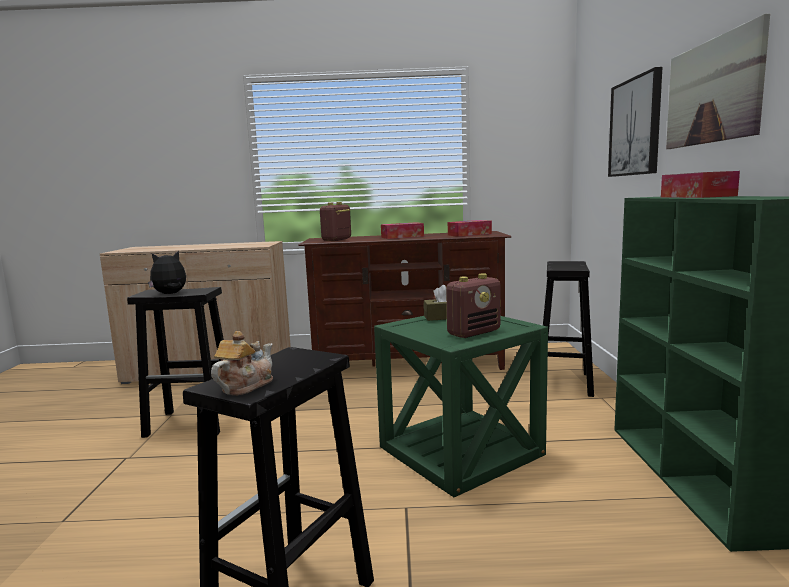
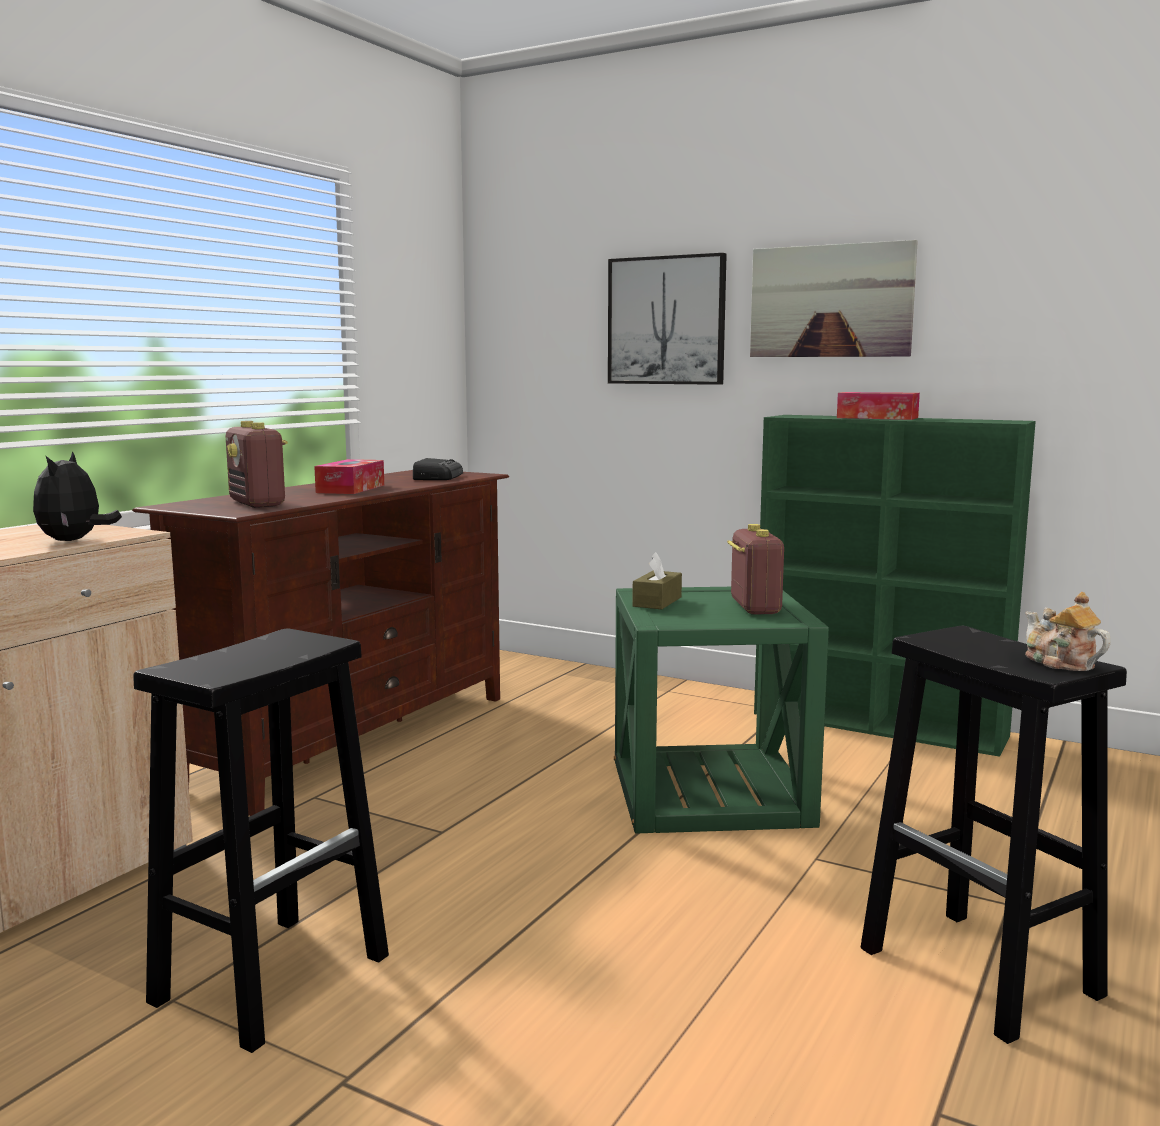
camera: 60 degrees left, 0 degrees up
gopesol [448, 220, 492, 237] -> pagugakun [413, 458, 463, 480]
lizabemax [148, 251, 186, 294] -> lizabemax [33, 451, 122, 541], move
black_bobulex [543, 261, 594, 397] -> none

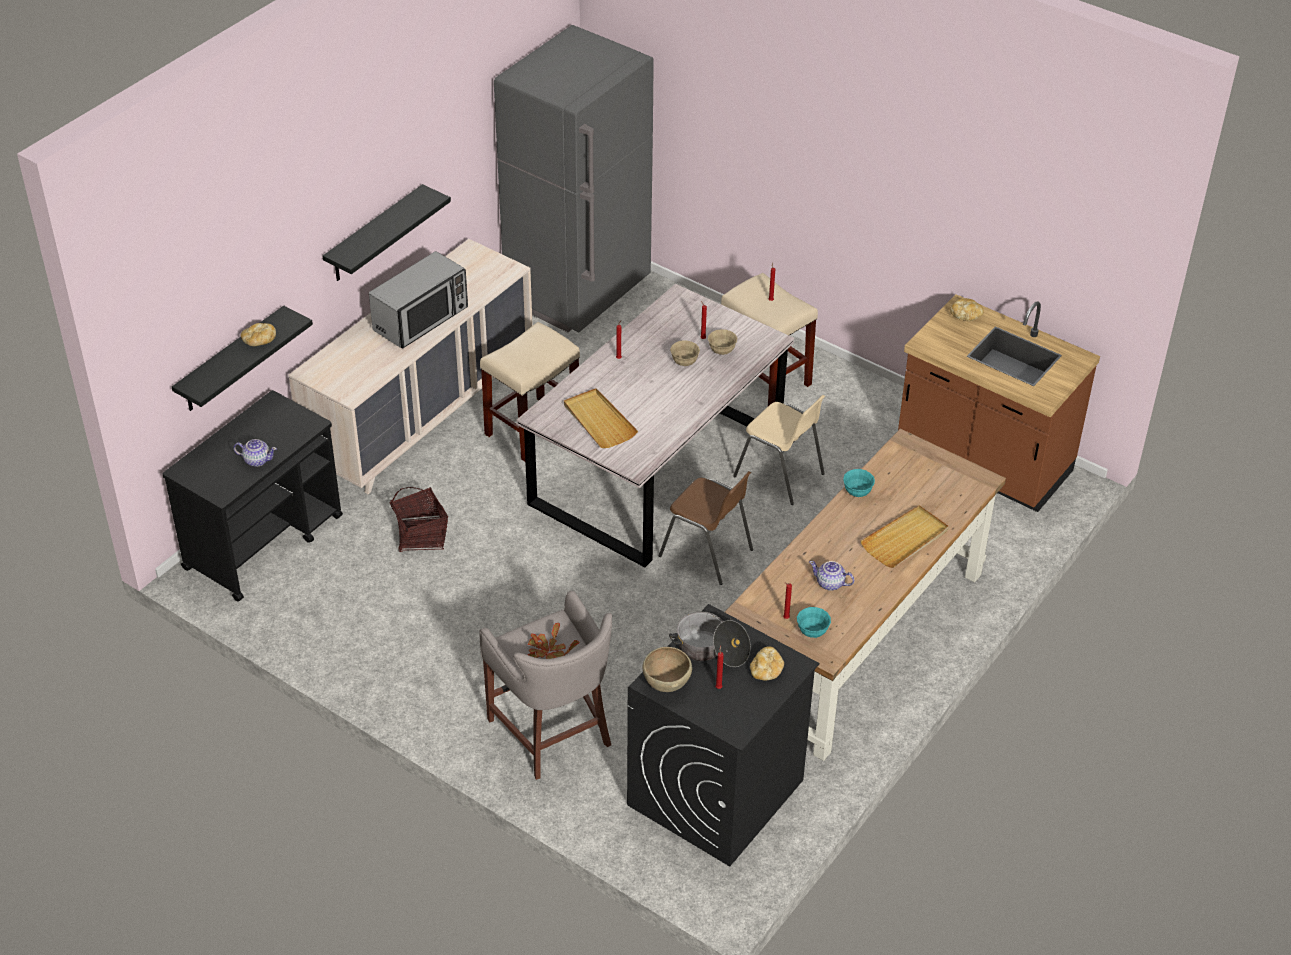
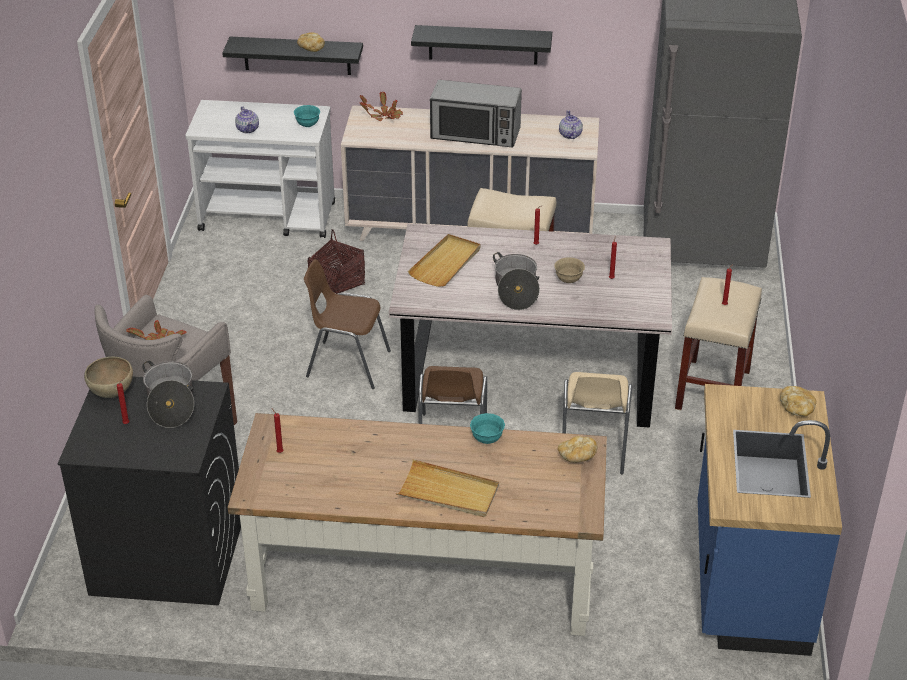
camera: 60 degrees right, 5 degrees down
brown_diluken [898, 294, 1100, 512] -> blue_diluken [698, 384, 842, 656]
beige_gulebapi [708, 329, 737, 355] -> none
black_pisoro [162, 390, 343, 602] -> white_pisoro [185, 100, 335, 238]
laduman [809, 561, 854, 591] -> laduman [559, 110, 583, 139], move
turquoise_gulebapi [797, 607, 831, 638] -> turquoise_gulebapi [294, 105, 320, 127], move
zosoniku [750, 646, 784, 681] -> zosoniku [558, 436, 598, 463], move
none -> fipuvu [359, 91, 403, 121]
none -> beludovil [493, 252, 540, 310]
none -> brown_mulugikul [304, 259, 391, 389]

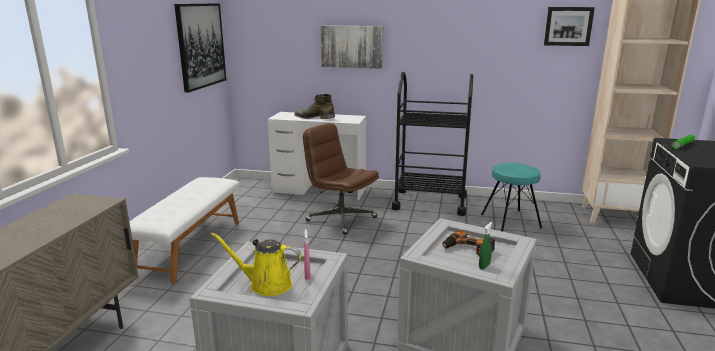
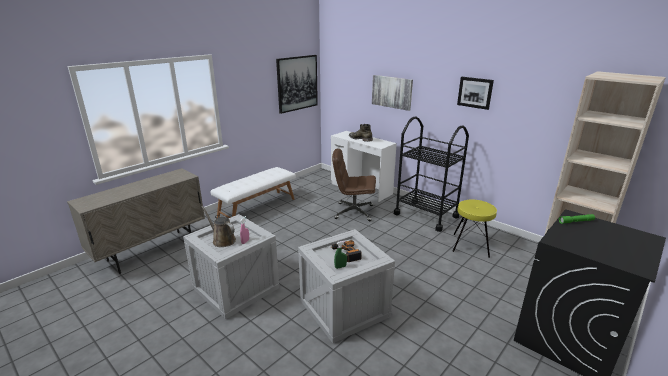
camera: 30 degrees right, 5 degrees up
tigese [544, 7, 595, 46] -> tigese [457, 77, 494, 110], move
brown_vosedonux [303, 123, 379, 234] -> brown_vosedonux [332, 149, 376, 221], 60 degrees counterclockwise
turquoise_bobulex [481, 163, 542, 232] -> yellow_bobulex [452, 200, 497, 258]
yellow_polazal [211, 232, 301, 296] -> brown_polazal [201, 206, 236, 247]

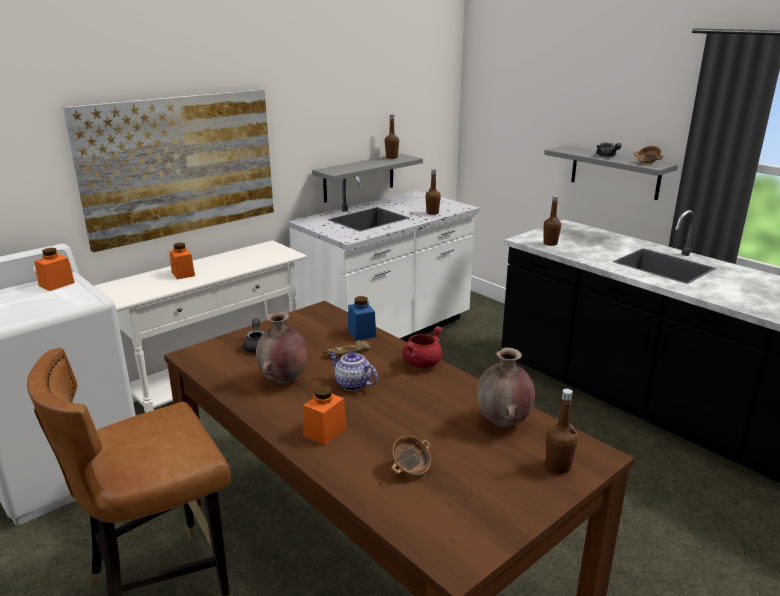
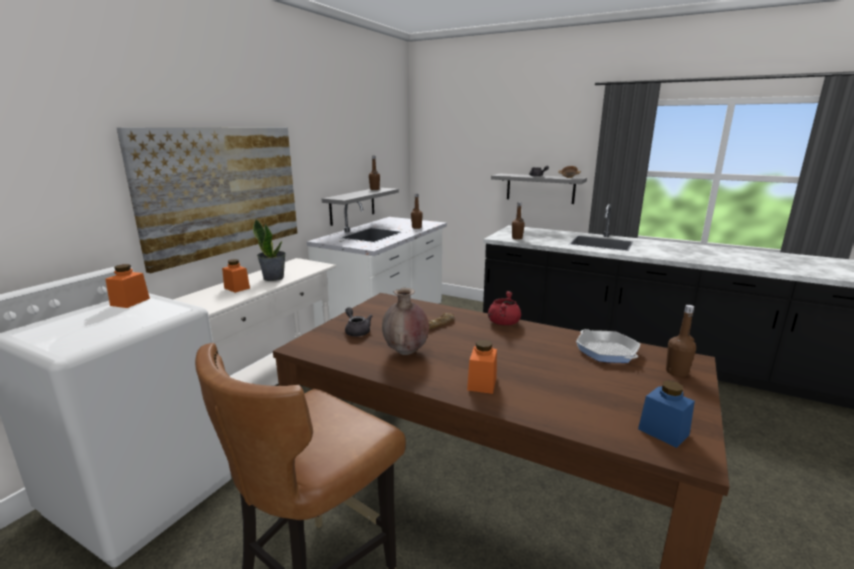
camera: 20 degrees left, 5 degrees down
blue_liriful [348, 296, 376, 341] -> blue_liriful [638, 380, 695, 448], move
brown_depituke [477, 348, 535, 427] -> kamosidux [576, 329, 640, 363]
laduman [329, 352, 378, 391] -> none
gulebapi [391, 436, 431, 475] -> none
none -> fipuvu [253, 219, 286, 281]

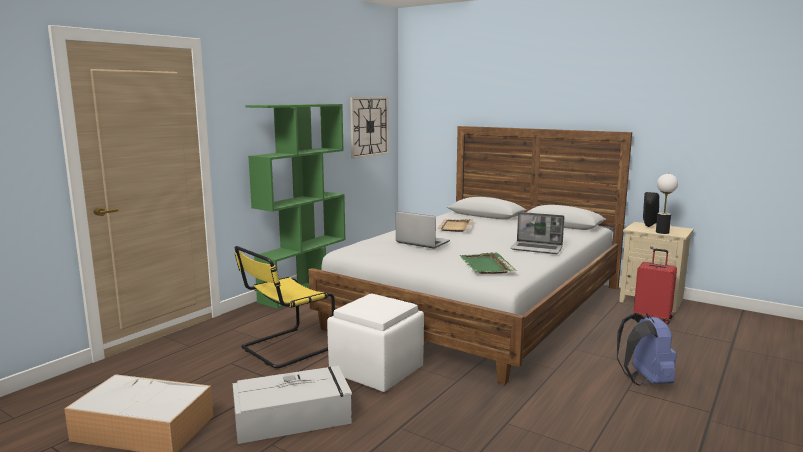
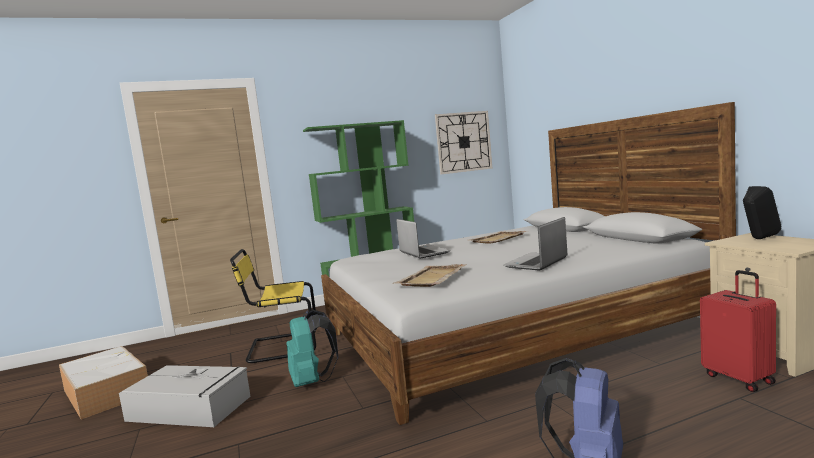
camera: 35 degrees right, 5 degrees down
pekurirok [656, 174, 678, 234] -> none
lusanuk [511, 212, 564, 254] -> lusanuk [503, 217, 568, 270], 75 degrees clockwise
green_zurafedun [459, 252, 517, 274] -> beige_zurafedun [393, 264, 467, 287]
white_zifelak [327, 294, 424, 392] -> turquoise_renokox [286, 310, 338, 387]

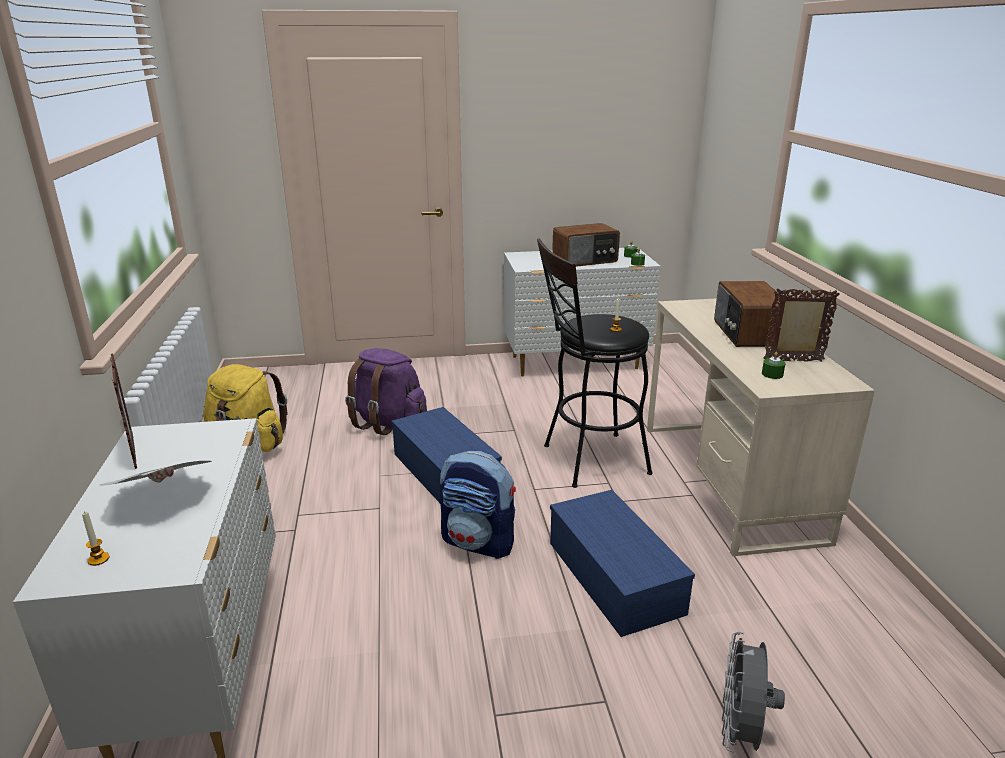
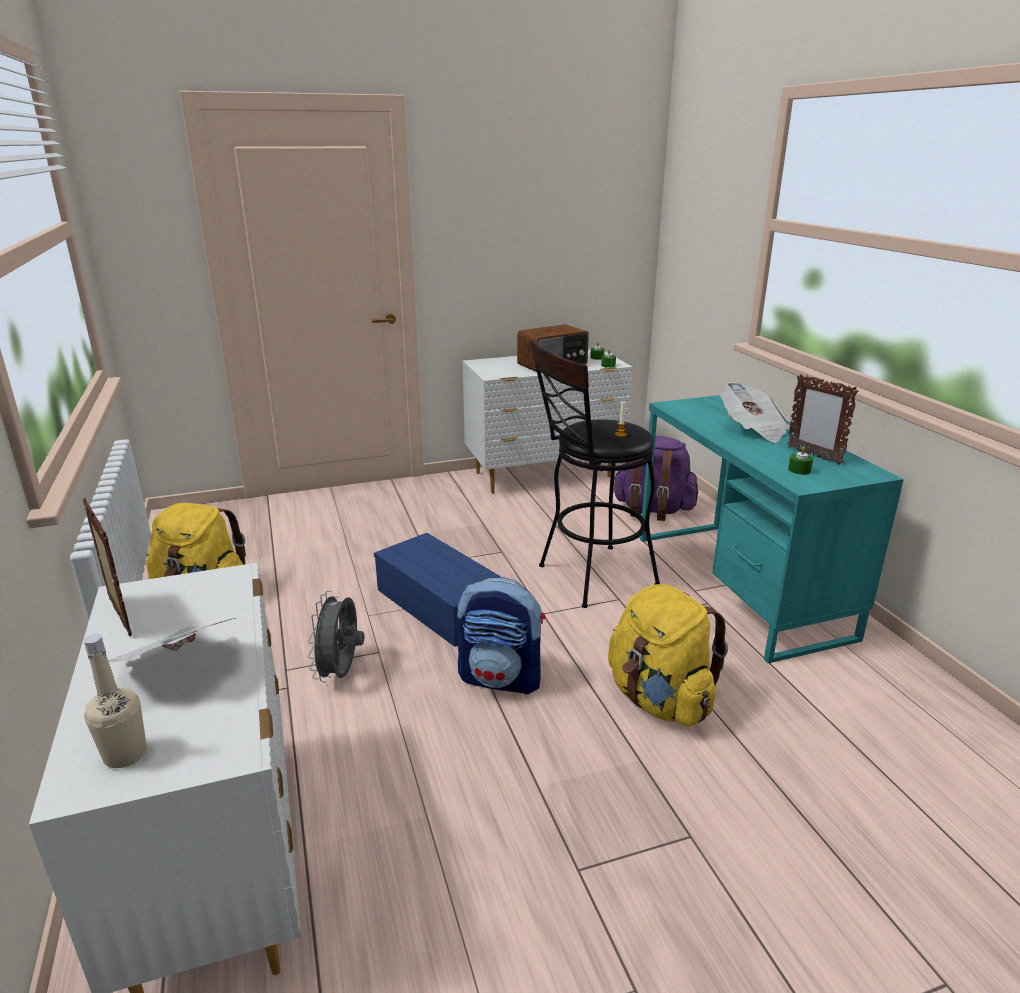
camera: 10 degrees left, 0 degrees up
pagugakun [714, 281, 780, 347] -> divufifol [720, 382, 790, 443]
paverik [763, 289, 839, 362] -> paverik [787, 374, 858, 465], 120 degrees counterclockwise
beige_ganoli [647, 298, 875, 556] -> turquoise_ganoli [640, 395, 904, 663]
purple_renokox [345, 348, 427, 435] -> purple_renokox [614, 435, 698, 521], move
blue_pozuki [550, 490, 695, 637] -> yellow_renokox [608, 584, 728, 727]
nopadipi [82, 511, 110, 566] -> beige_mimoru [84, 634, 147, 768]
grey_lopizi [722, 632, 785, 752] -> grey_lopizi [308, 591, 365, 683], move

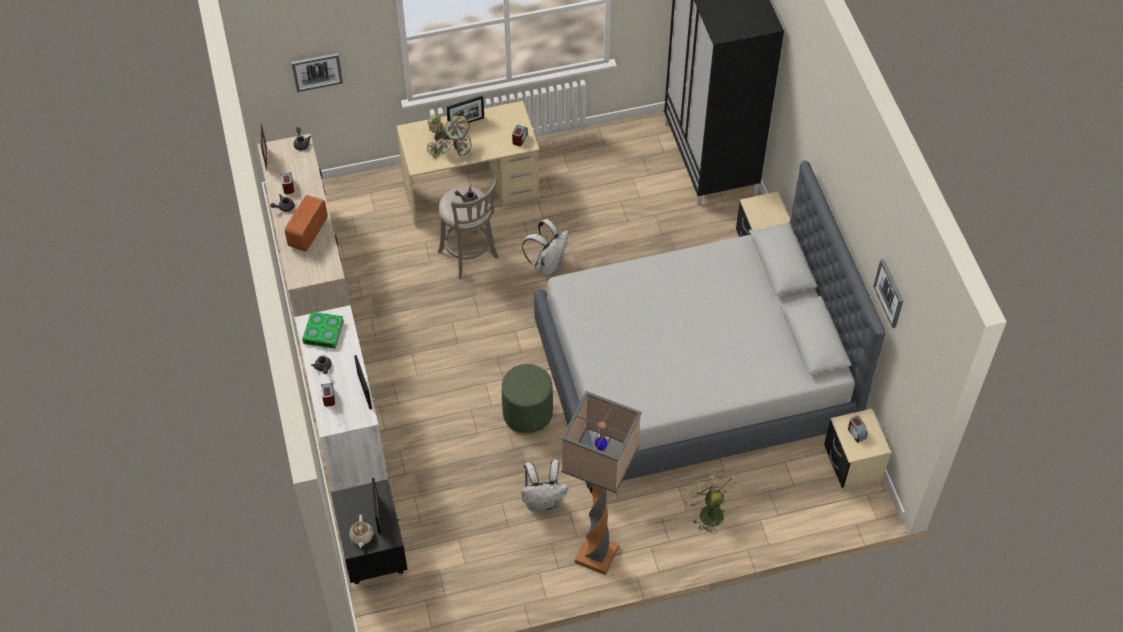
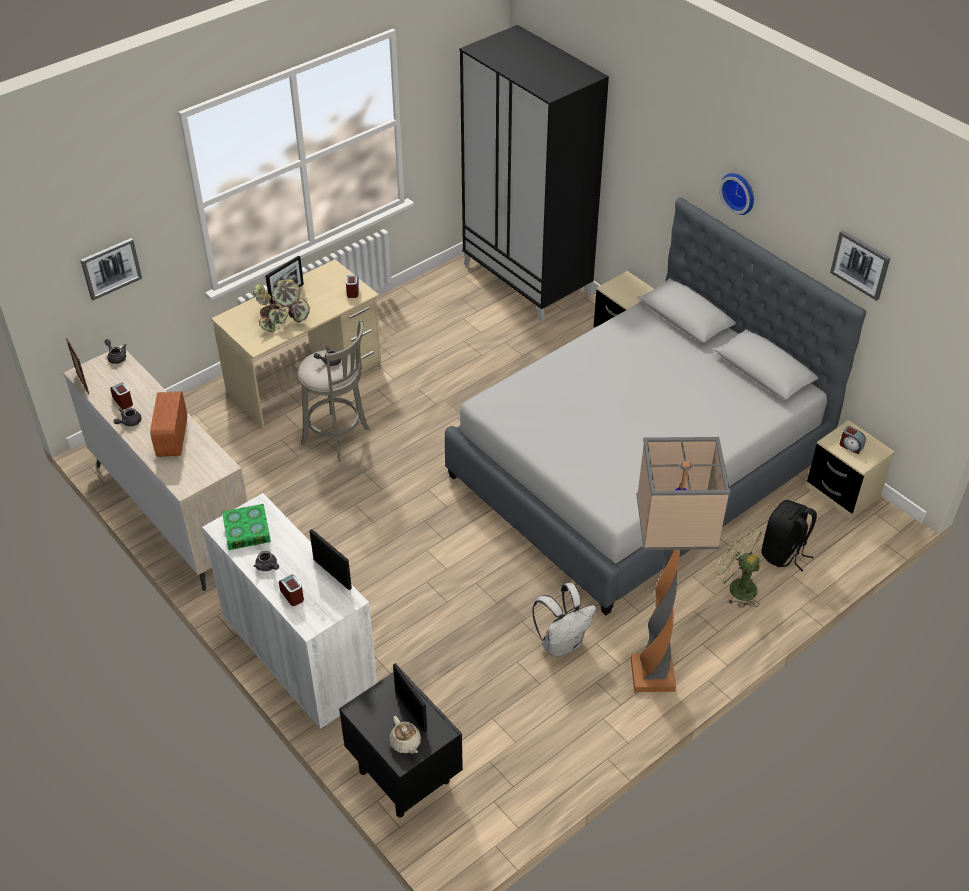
camera: 25 degrees left, 10 degrees down
white_renokox [522, 219, 569, 276] -> none
green_zifelak [502, 364, 553, 435] -> none
none -> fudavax [719, 173, 754, 215]
none -> black_renokox [761, 500, 817, 571]

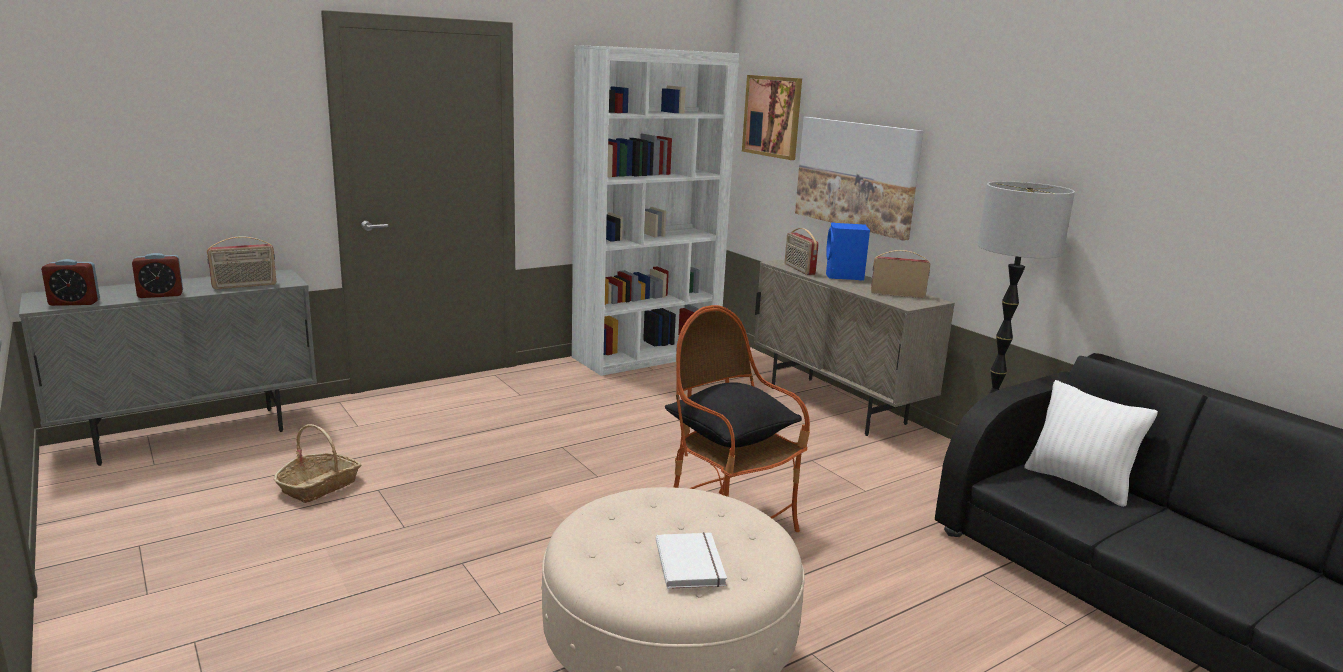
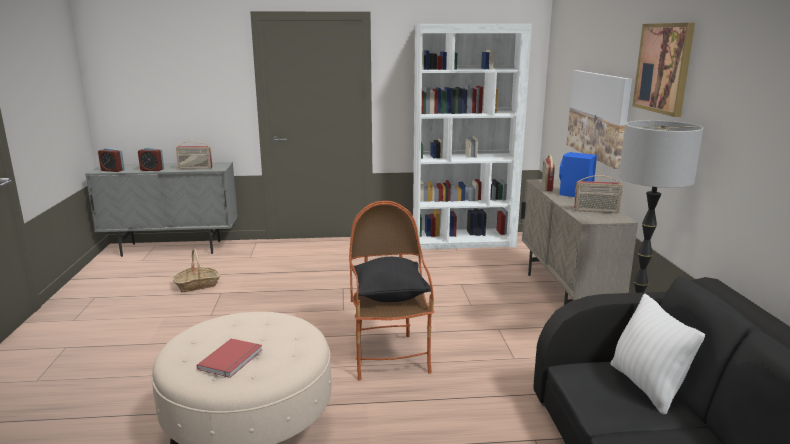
camera: 30 degrees right, 0 degrees up
tigese [742, 75, 802, 160] -> tigese [633, 23, 695, 117], move
pagugakun [871, 250, 930, 298] -> pagugakun [574, 175, 623, 213], 150 degrees clockwise
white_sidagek [656, 532, 727, 589] -> red_sidagek [197, 338, 262, 378]

